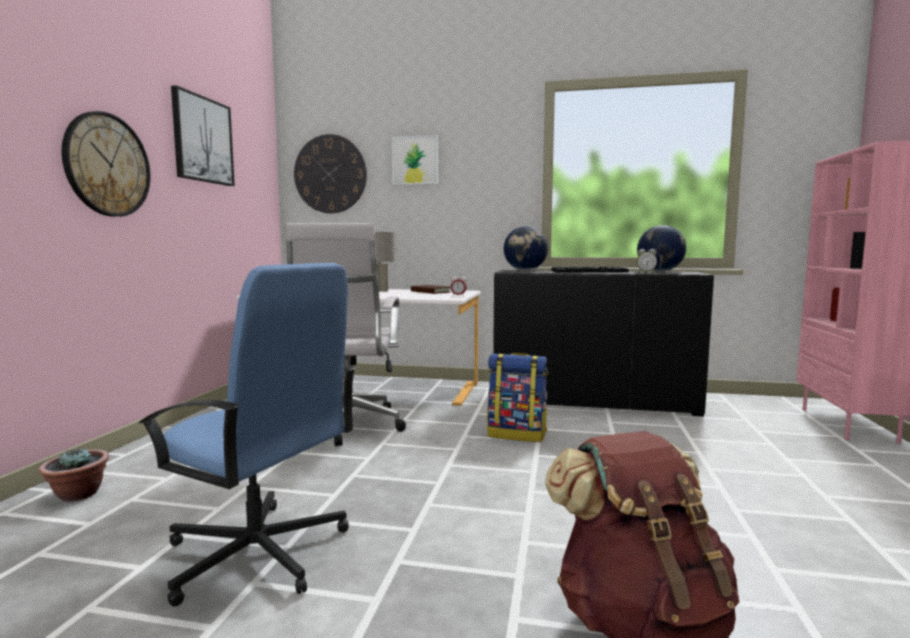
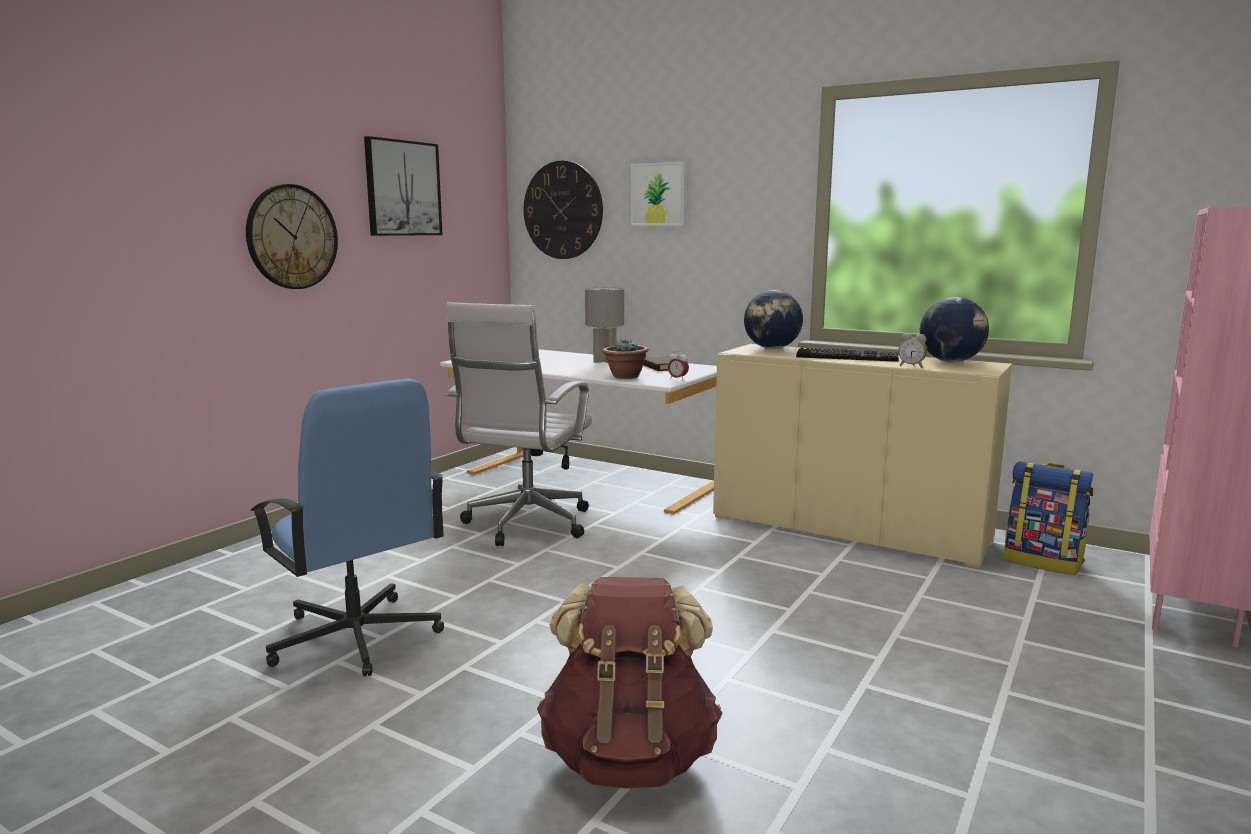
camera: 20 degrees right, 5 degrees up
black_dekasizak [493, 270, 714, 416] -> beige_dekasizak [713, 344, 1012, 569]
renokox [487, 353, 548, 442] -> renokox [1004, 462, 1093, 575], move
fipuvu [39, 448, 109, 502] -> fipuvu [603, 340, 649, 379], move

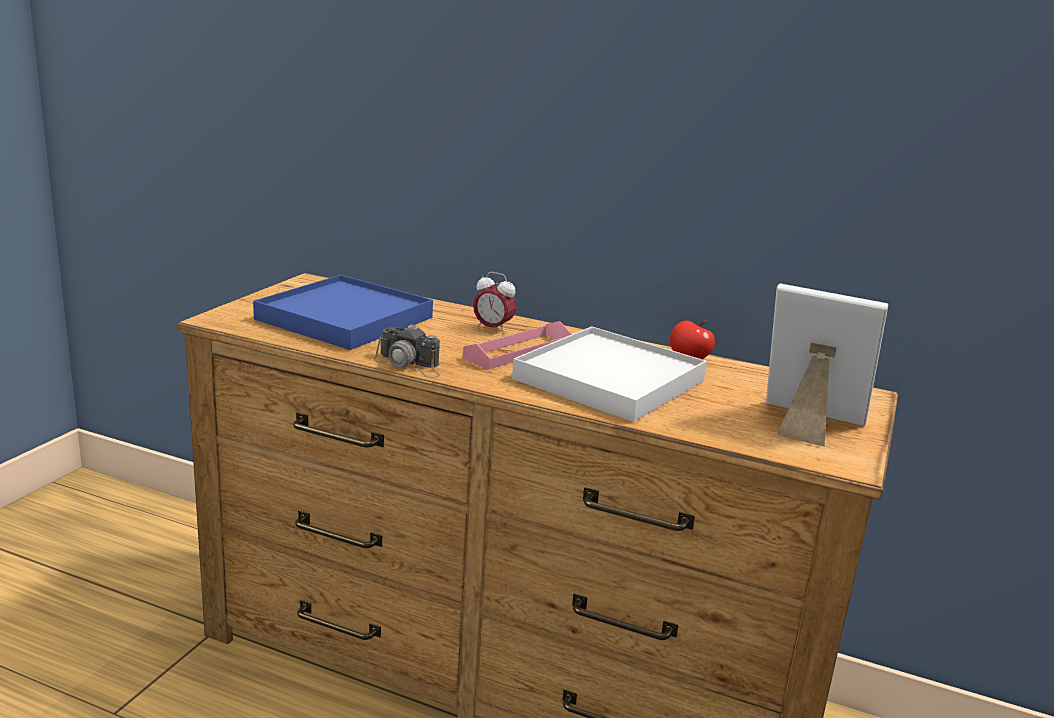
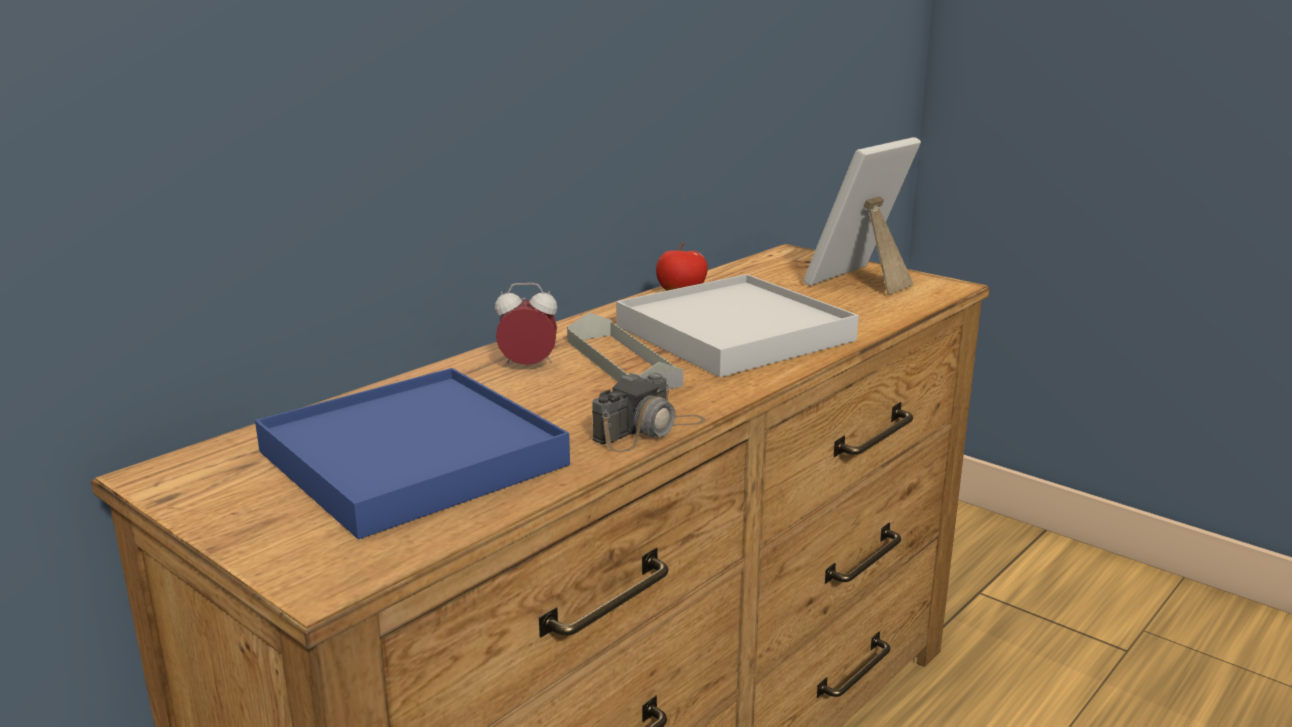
camera: 70 degrees left, 0 degrees up
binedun [473, 272, 517, 334] -> binedun [495, 283, 557, 365], 135 degrees counterclockwise
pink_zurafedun [463, 321, 572, 370] -> grey_zurafedun [567, 313, 683, 390]

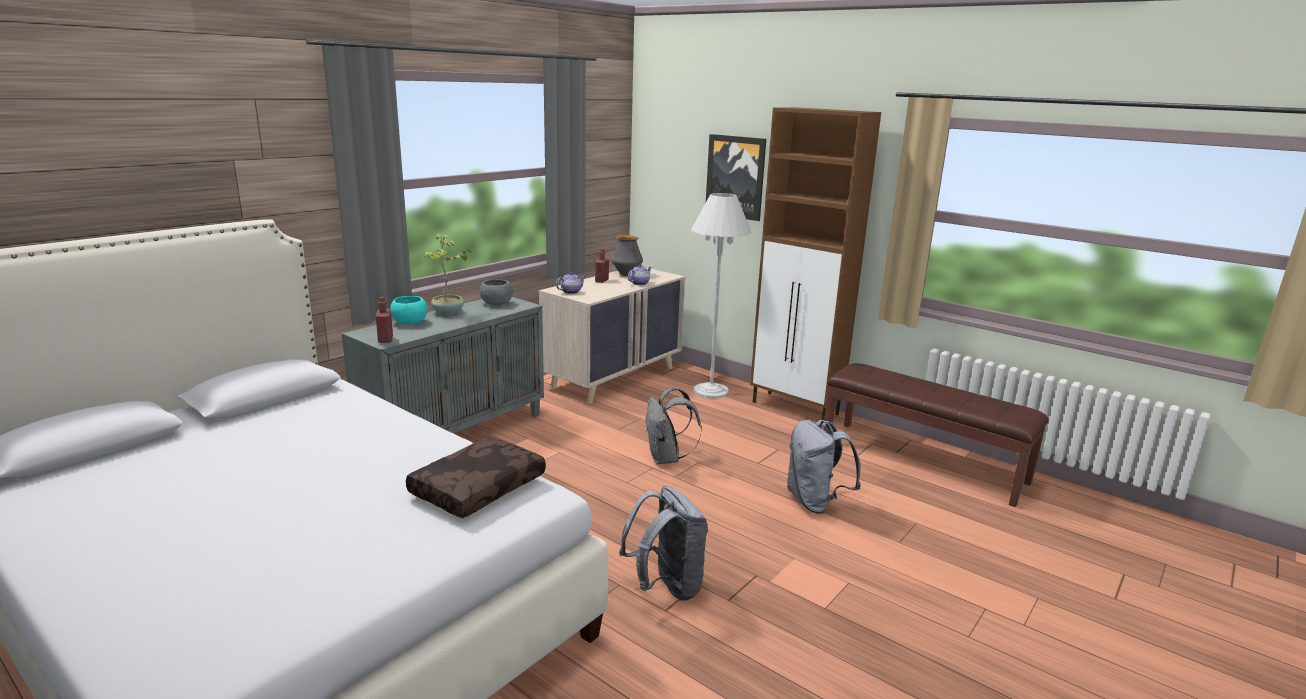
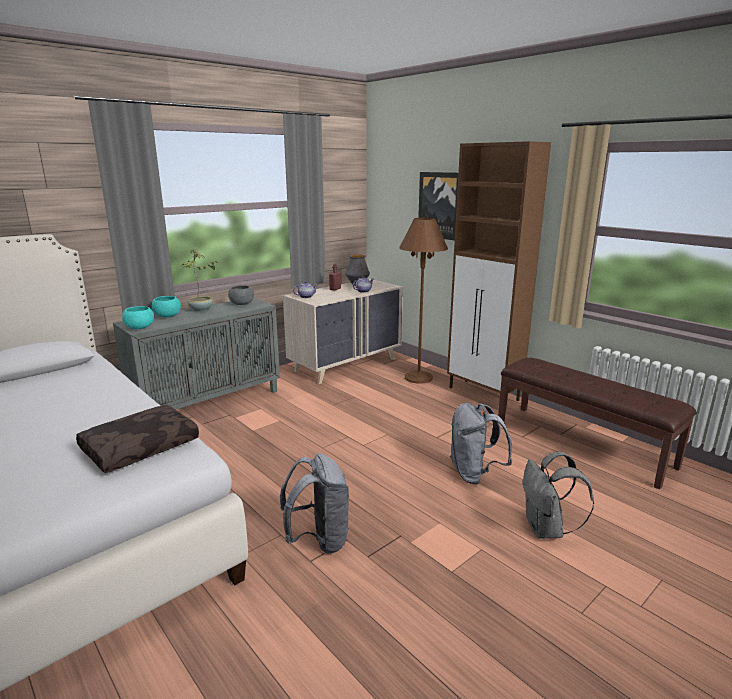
camera: 10 degrees right, 0 degrees up
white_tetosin [691, 193, 752, 398] -> brown_tetosin [399, 218, 448, 384]
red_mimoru [376, 297, 393, 343] -> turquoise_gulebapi [122, 306, 154, 329]
grey_renokox [645, 387, 702, 464] -> grey_renokox [523, 452, 594, 539], move

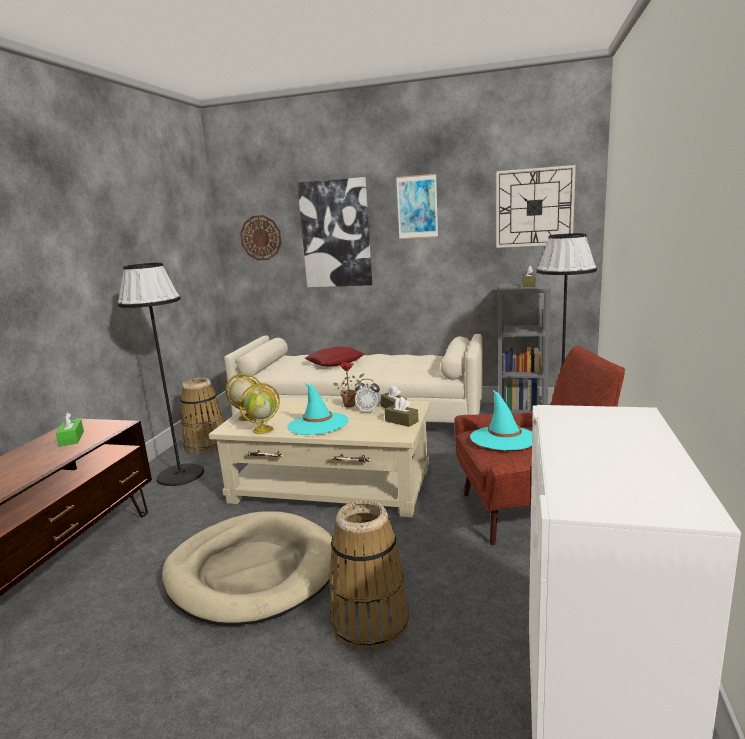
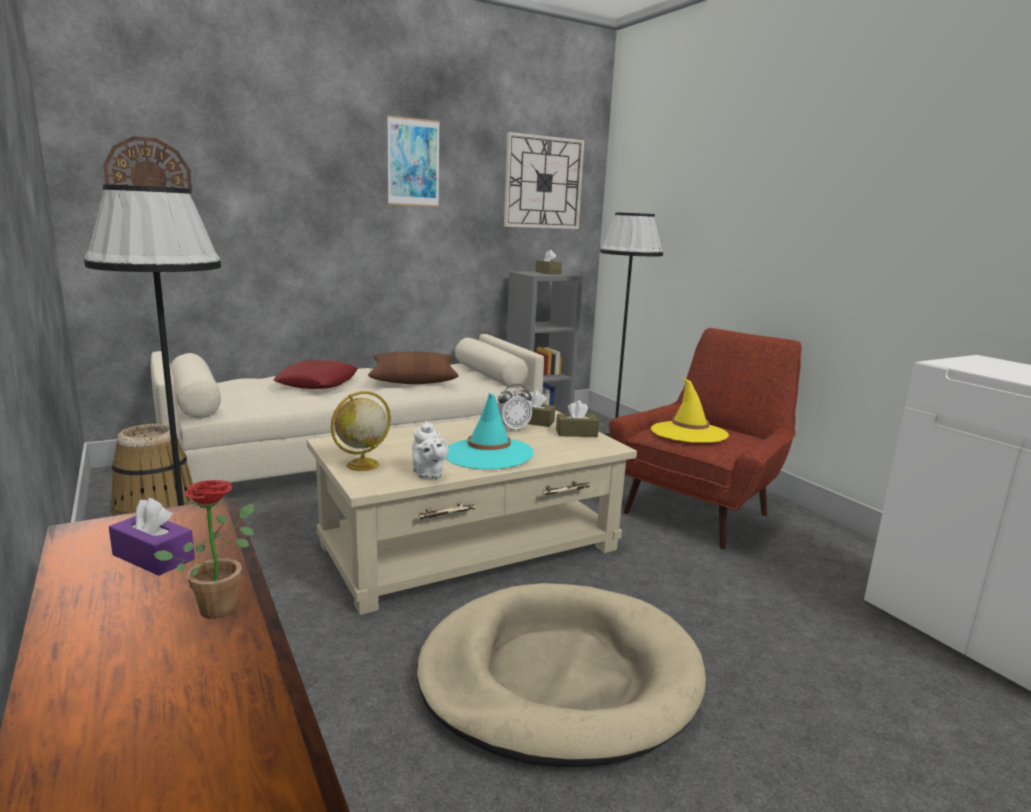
camera: 45 degrees left, 0 degrees up
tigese [297, 177, 372, 287] -> none
fipuvu [333, 362, 364, 407] -> fipuvu [154, 480, 254, 619], move
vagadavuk [239, 383, 280, 434] -> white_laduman [412, 421, 449, 479]
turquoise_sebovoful [470, 390, 532, 450] -> yellow_sebovoful [651, 378, 729, 442]
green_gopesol [56, 413, 84, 446] -> purple_gopesol [109, 498, 195, 576]
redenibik [329, 500, 409, 652] -> none
none -> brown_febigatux [368, 351, 458, 384]

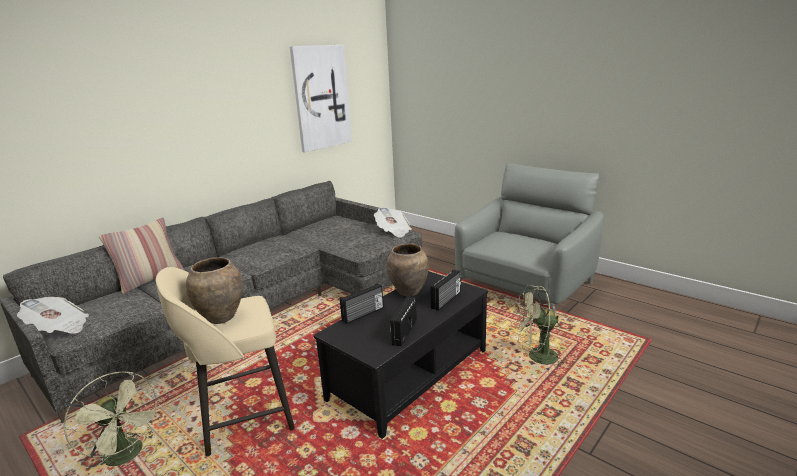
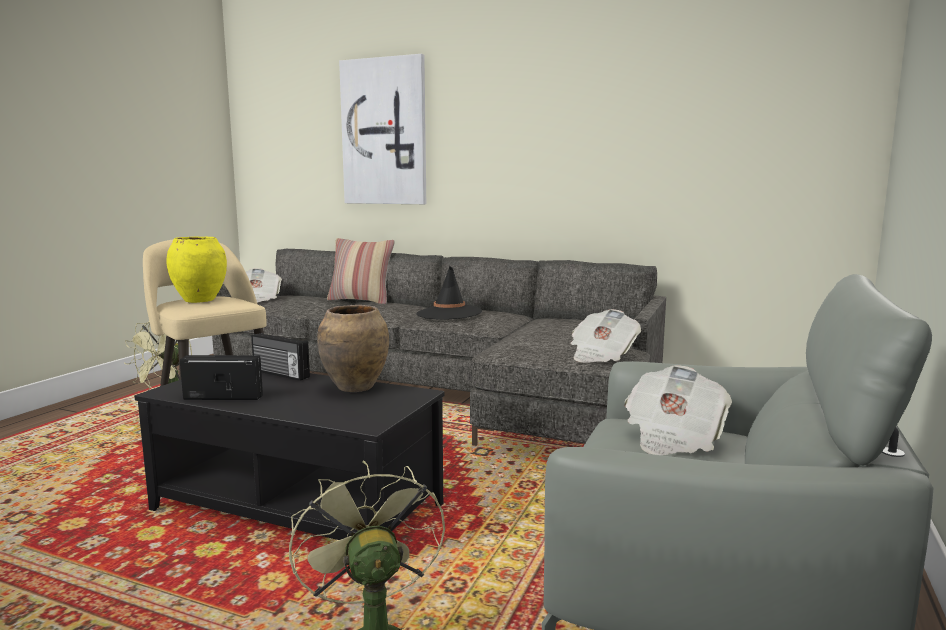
camera: 70 degrees right, 10 degrees down
tigese [290, 45, 352, 152] -> tigese [339, 54, 426, 204], move
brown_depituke [186, 257, 243, 324] -> yellow_depituke [166, 237, 227, 303]
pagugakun [430, 270, 461, 311] -> none
none -> black_sebovoful [416, 266, 482, 320]
none -> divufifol [625, 365, 732, 455]

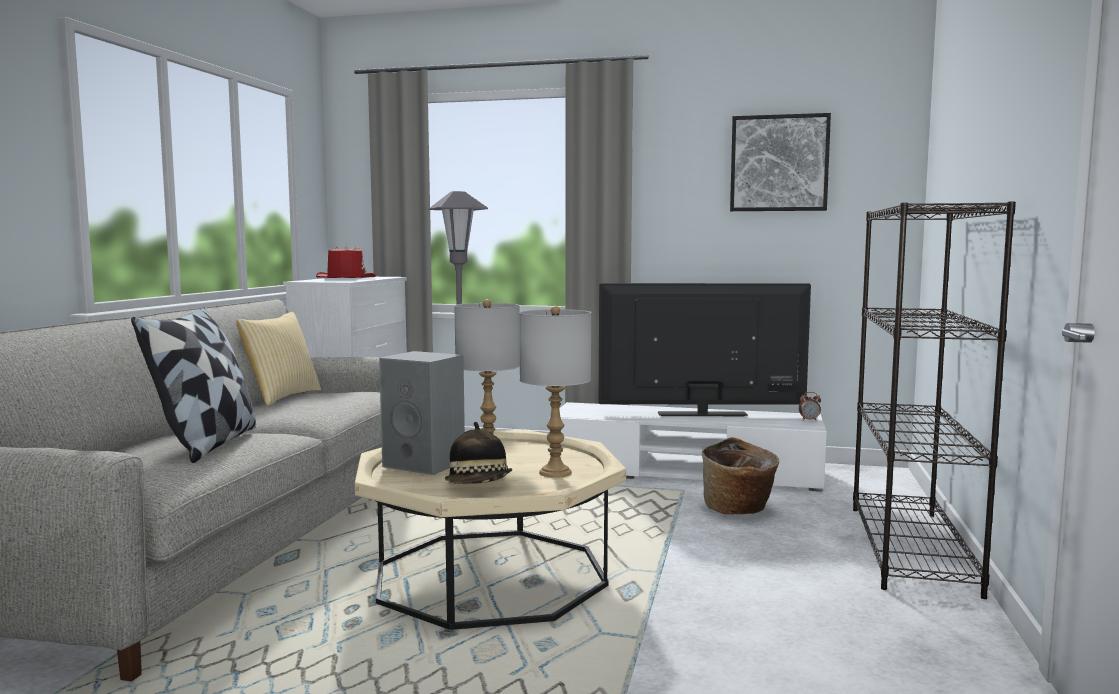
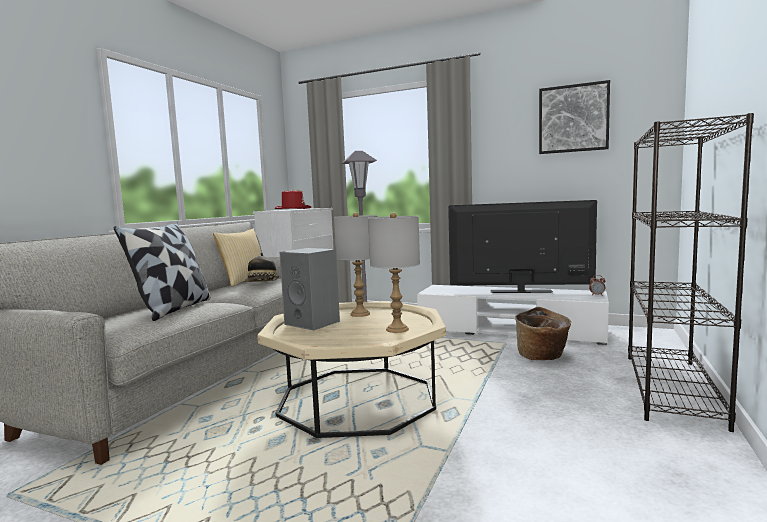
camera: 10 degrees right, 0 degrees up
sebovoful [445, 422, 512, 484] -> sebovoful [245, 253, 279, 282], move

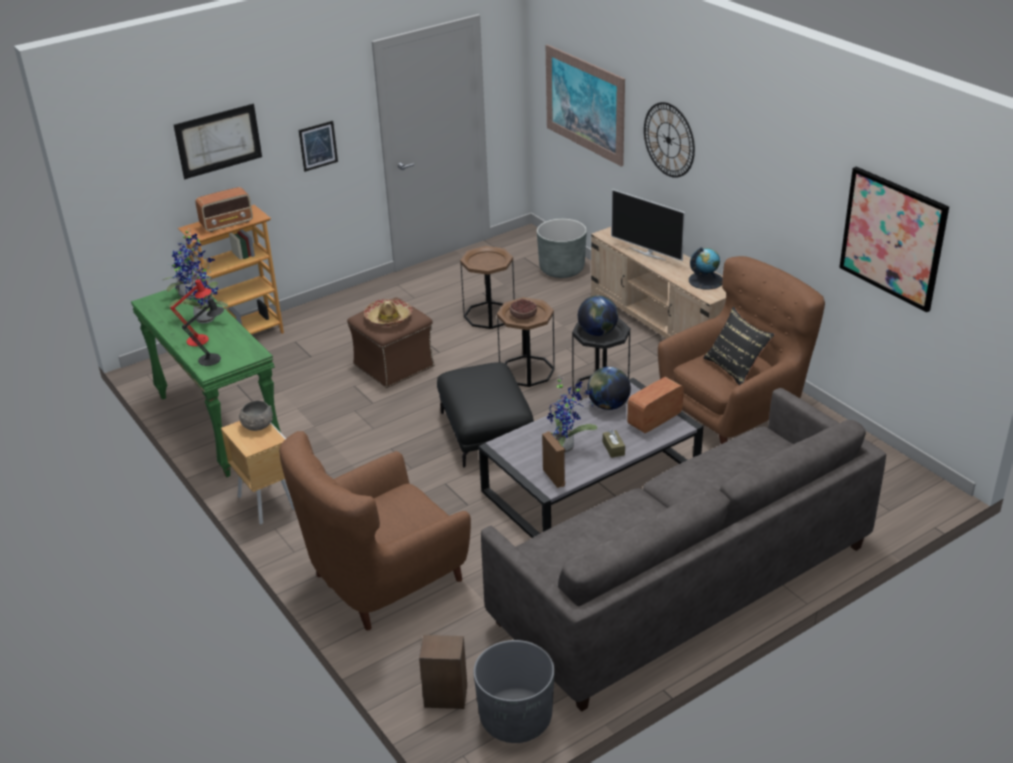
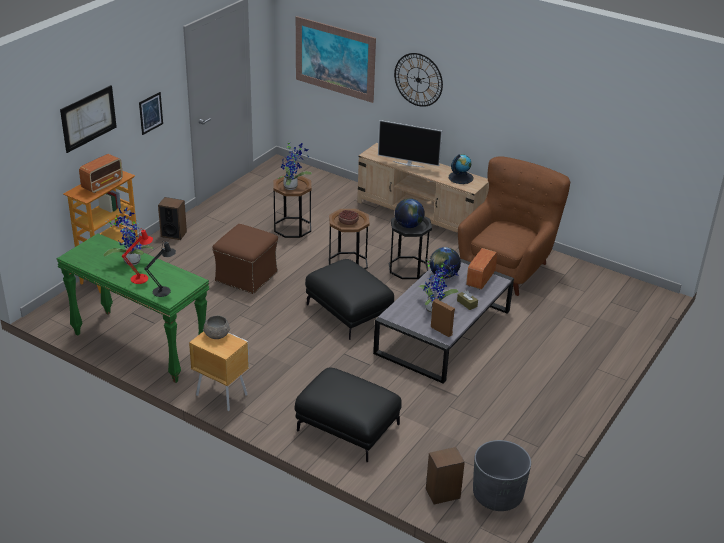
camera: 25 degrees left, 0 degrees up
tigese [839, 167, 949, 313] -> none
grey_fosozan [537, 219, 587, 278] -> none
fipuvu [163, 230, 211, 299] -> fipuvu [278, 141, 312, 190], move
sebovoful [364, 299, 412, 326] -> none
black_febigatux [703, 307, 775, 385] -> none
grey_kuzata [481, 388, 886, 712] -> none
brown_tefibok [279, 431, 471, 630] -> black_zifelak [295, 367, 402, 462]
none -> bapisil [158, 197, 187, 240]

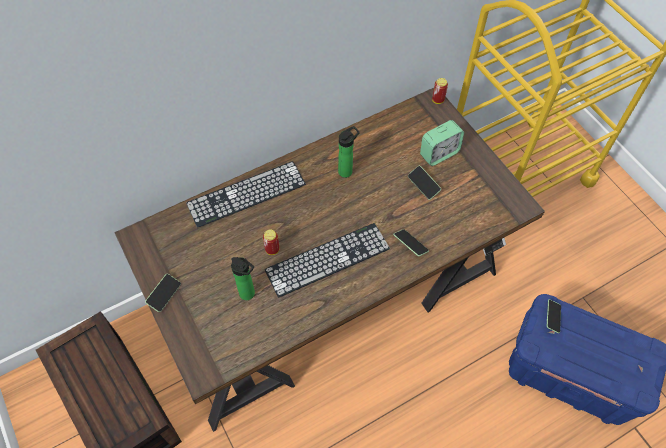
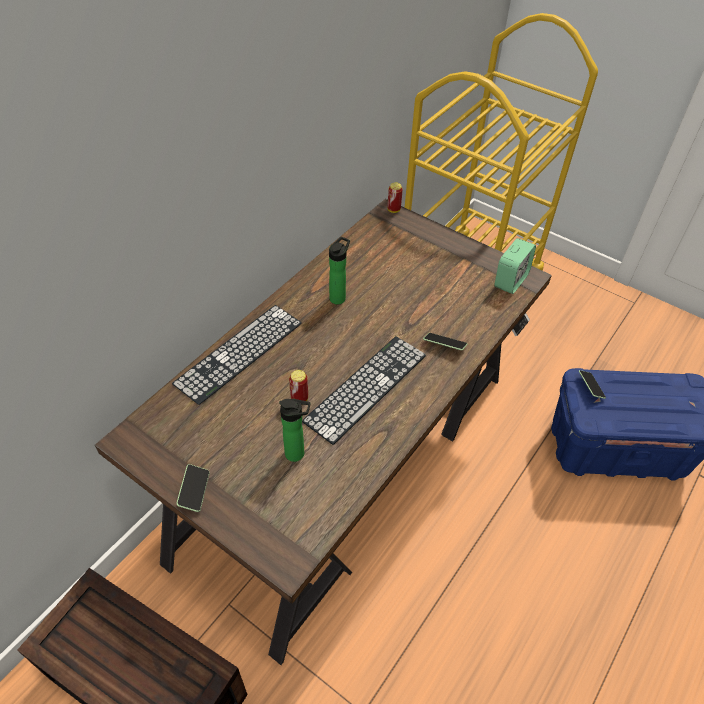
camera: 25 degrees left, 10 degrees down
binedun [420, 120, 464, 166] -> binedun [494, 238, 536, 294], move
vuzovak [408, 166, 441, 200] -> none

